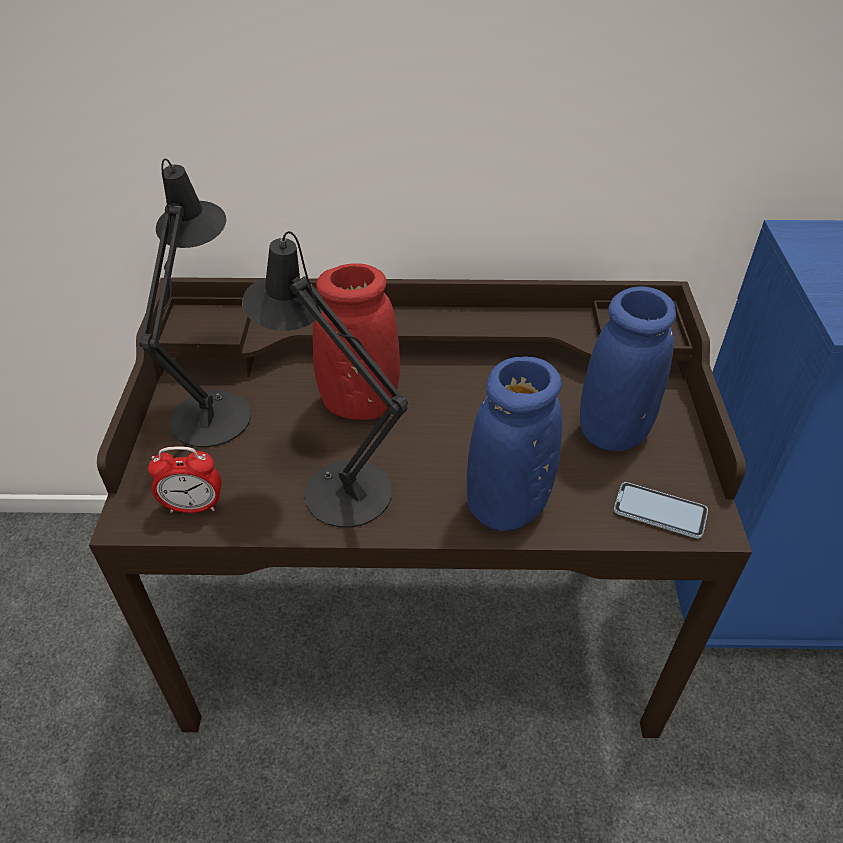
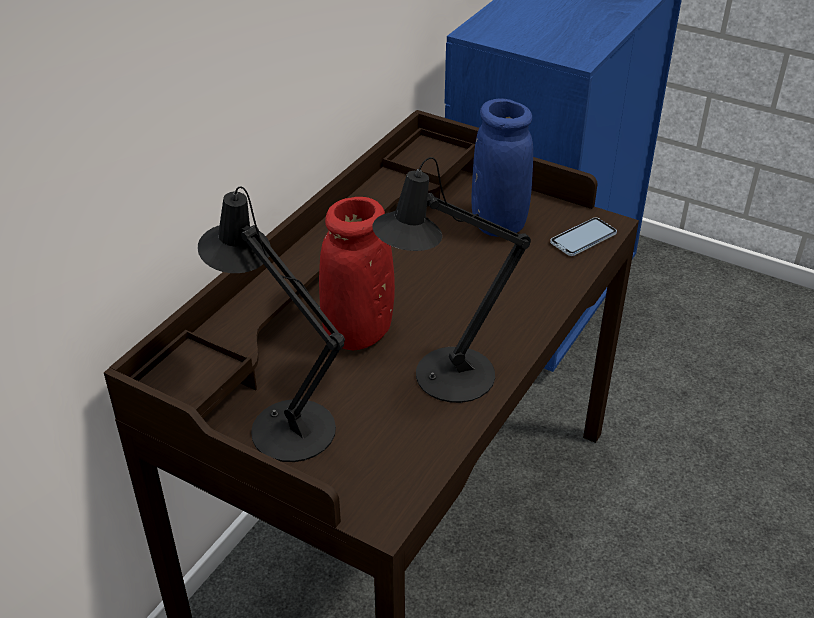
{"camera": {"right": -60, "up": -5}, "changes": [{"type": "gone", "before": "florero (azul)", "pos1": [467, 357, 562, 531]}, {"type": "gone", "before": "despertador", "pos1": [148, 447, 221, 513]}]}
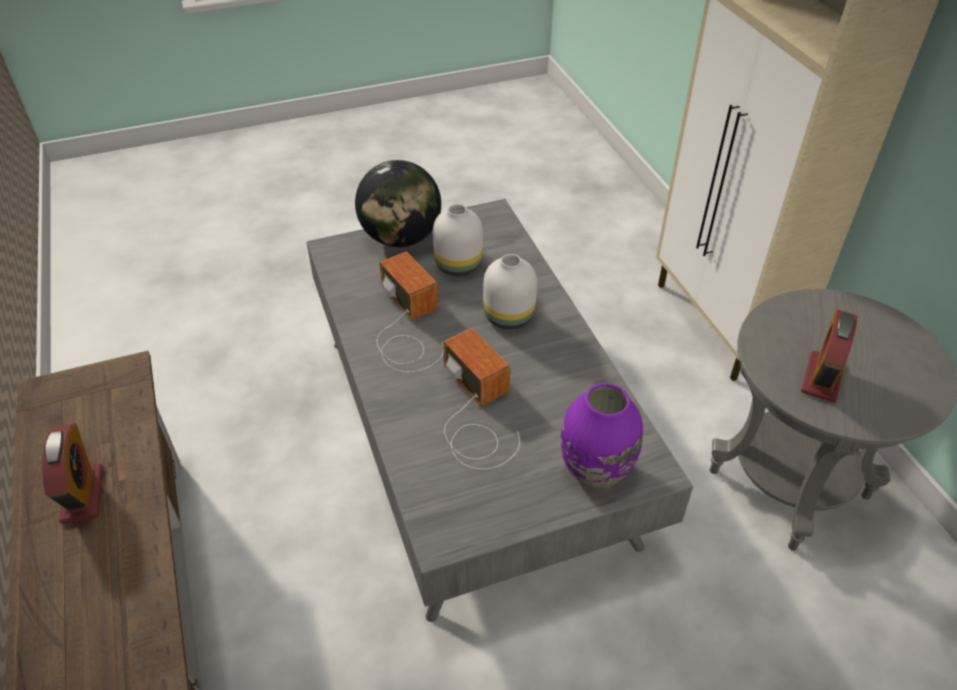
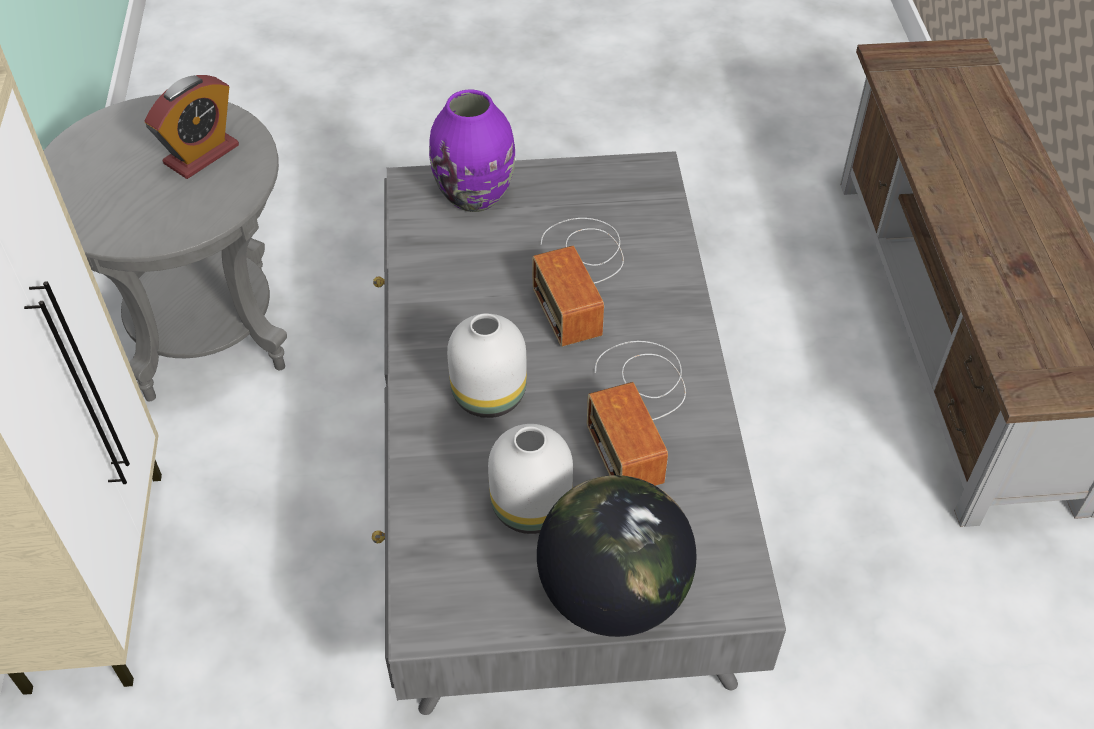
{"camera": {"right": -165, "up": 5}, "changes": [{"type": "gone", "before": "despertador", "pos1": [42, 423, 103, 524]}]}
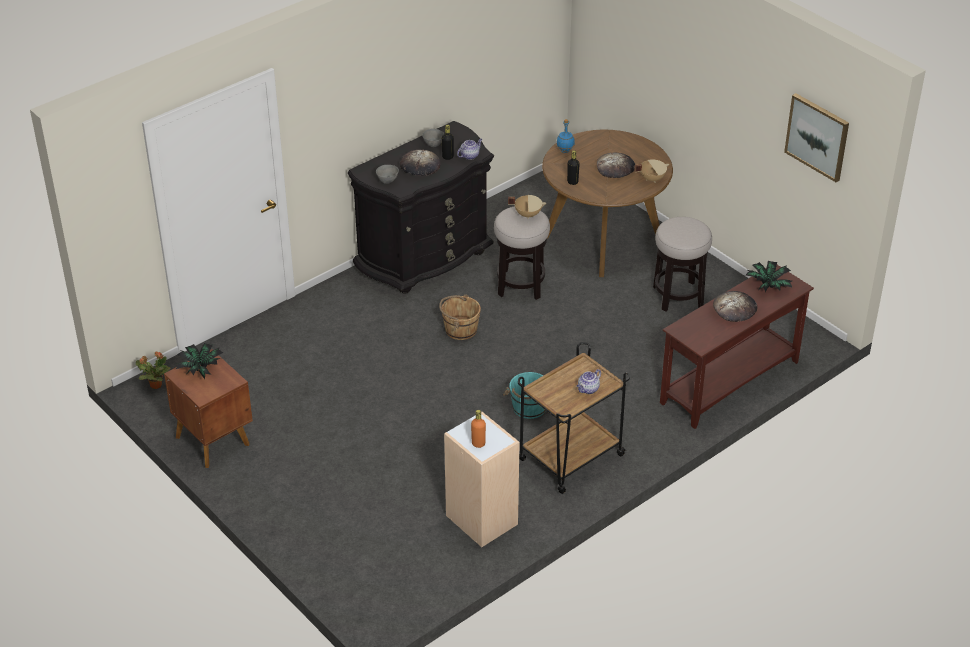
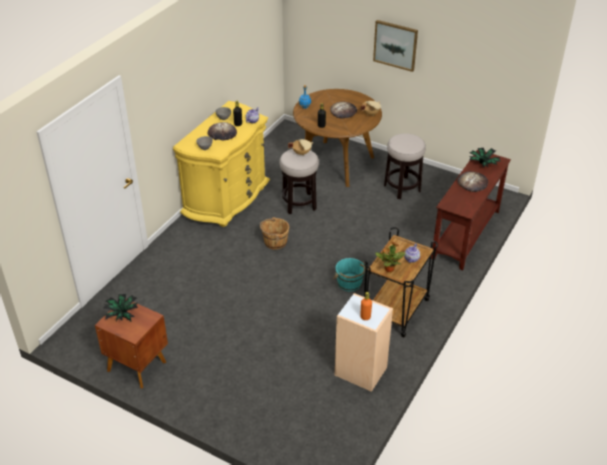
{"camera": {"right": -20, "up": 0}, "changes": [{"type": "shifted", "before": "cuadro", "pos1": [784, 93, 849, 182], "pos2": [373, 20, 418, 72]}, {"type": "repainted", "before": "cómoda (negro)", "after": "cómoda (amarillo)", "pos1": [348, 121, 494, 294], "pos2": [173, 101, 270, 227]}, {"type": "shifted", "before": "planta en maceta", "pos1": [136, 352, 170, 389], "pos2": [376, 242, 405, 272]}]}
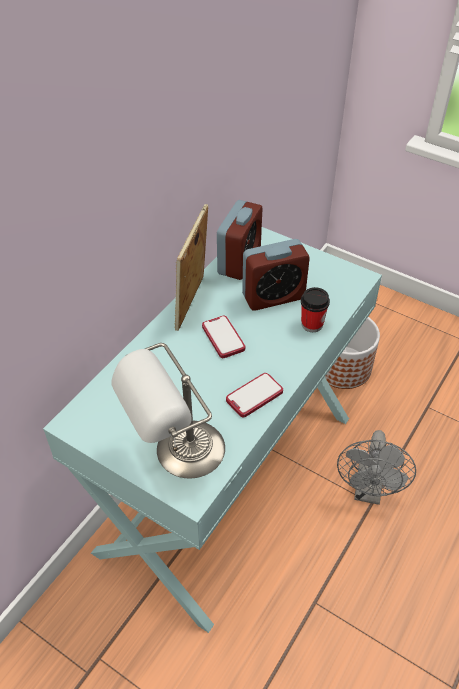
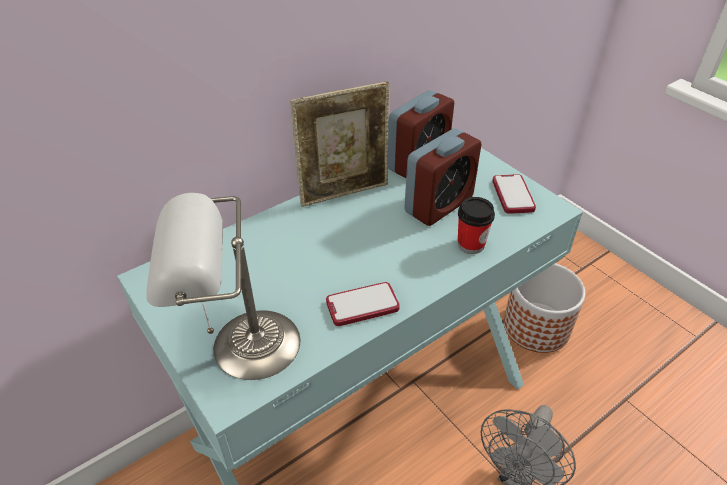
{"camera": {"right": 20, "up": -5}, "changes": [{"type": "rotated", "before": "portarretratos", "pos1": [174, 204, 208, 331], "pos2": [290, 82, 389, 207], "turn": -150}, {"type": "rotated", "before": "despertador", "pos1": [242, 239, 310, 311], "pos2": [404, 129, 482, 226], "turn": -45}, {"type": "shifted", "before": "móvil", "pos1": [202, 316, 245, 358], "pos2": [492, 174, 536, 214]}]}
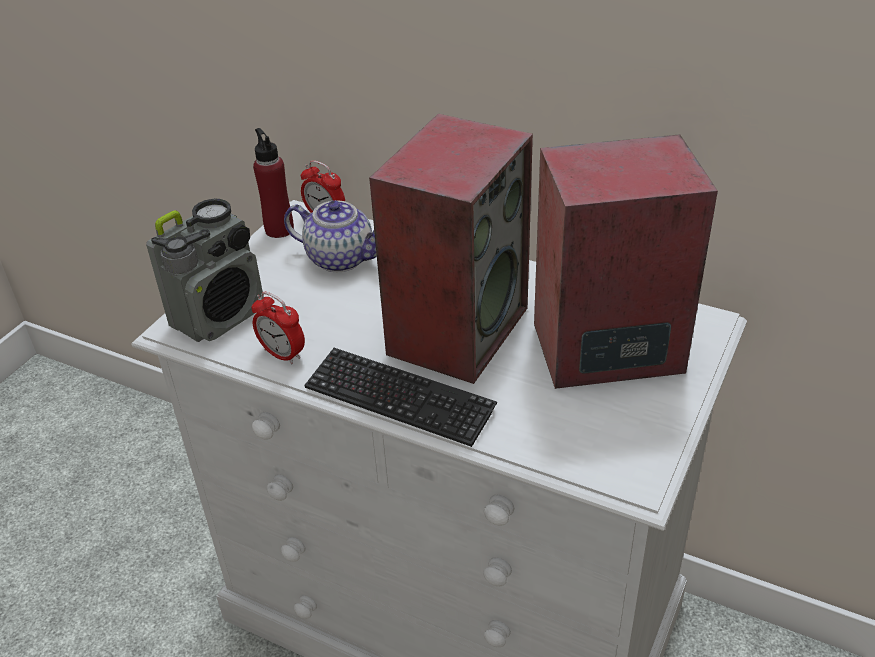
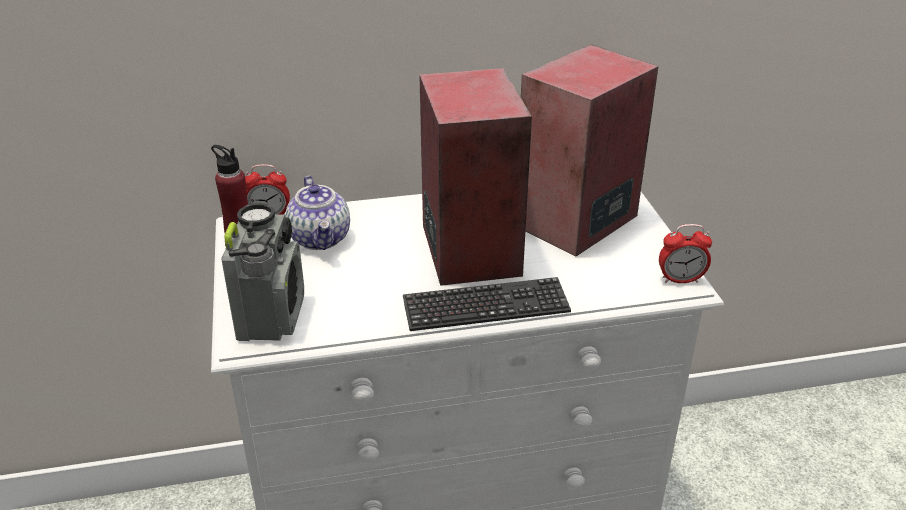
{"camera": {"right": -40, "up": -5}, "changes": [{"type": "rotated", "before": "tetera", "pos1": [284, 200, 377, 272], "pos2": [285, 176, 350, 250], "turn": 90}, {"type": "shifted", "before": "despertador", "pos1": [251, 292, 305, 364], "pos2": [659, 224, 712, 283]}]}
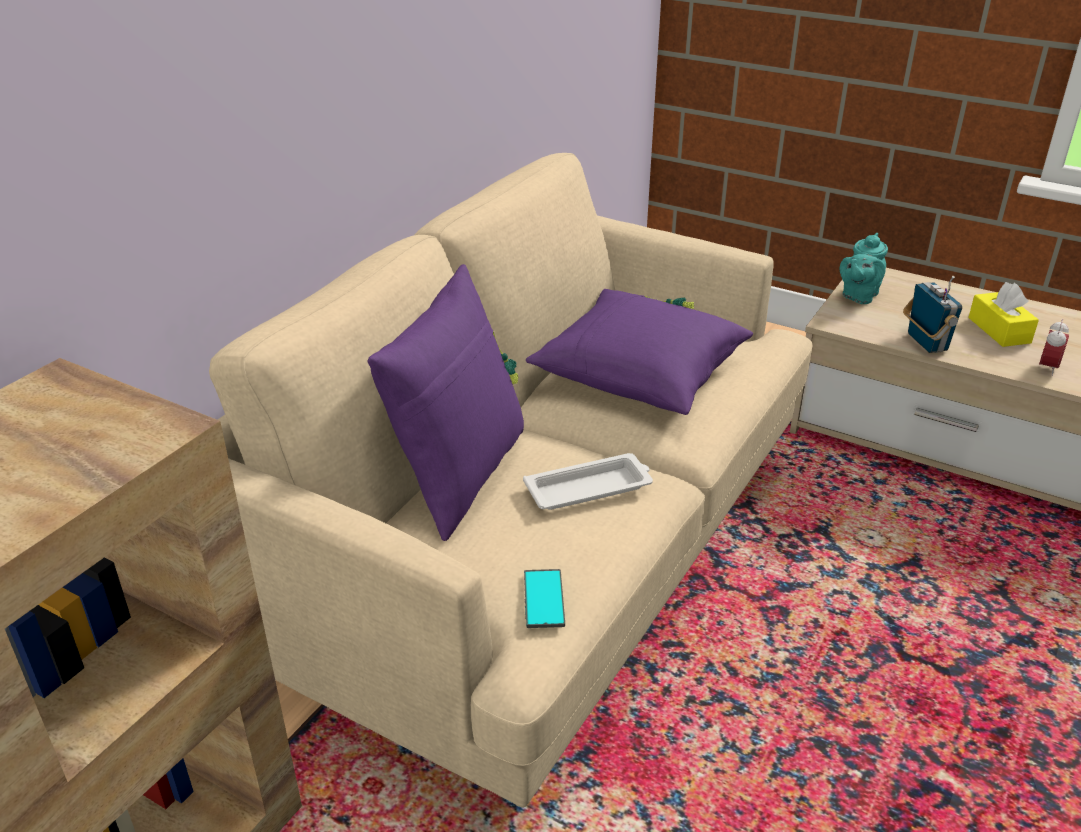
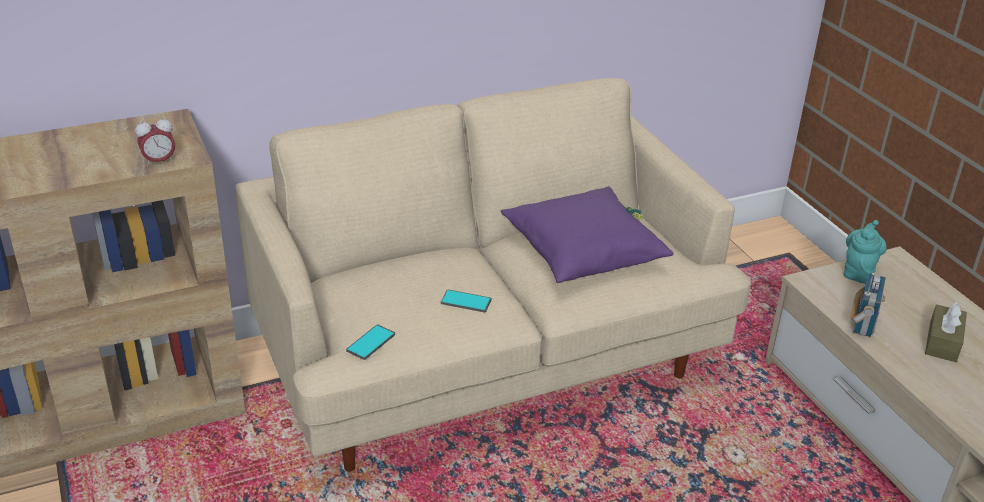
{"camera": {"right": 35, "up": 0}, "changes": [{"type": "rotated", "before": "tetera (turquesa)", "pos1": [839, 233, 888, 304], "pos2": [843, 220, 887, 284], "turn": 135}, {"type": "gone", "before": "cojín (morado)", "pos1": [367, 264, 524, 541]}, {"type": "repainted", "before": "caja de pañuelos (amarillo)", "after": "caja de pañuelos (marrón)", "pos1": [968, 282, 1039, 347], "pos2": [925, 302, 967, 362]}, {"type": "shifted", "before": "despertador", "pos1": [1039, 319, 1069, 376], "pos2": [135, 115, 175, 167]}, {"type": "swapped", "before": "bandeja (blanco)", "after": "móvil", "pos1": [523, 453, 653, 510], "pos2": [441, 290, 492, 312]}]}
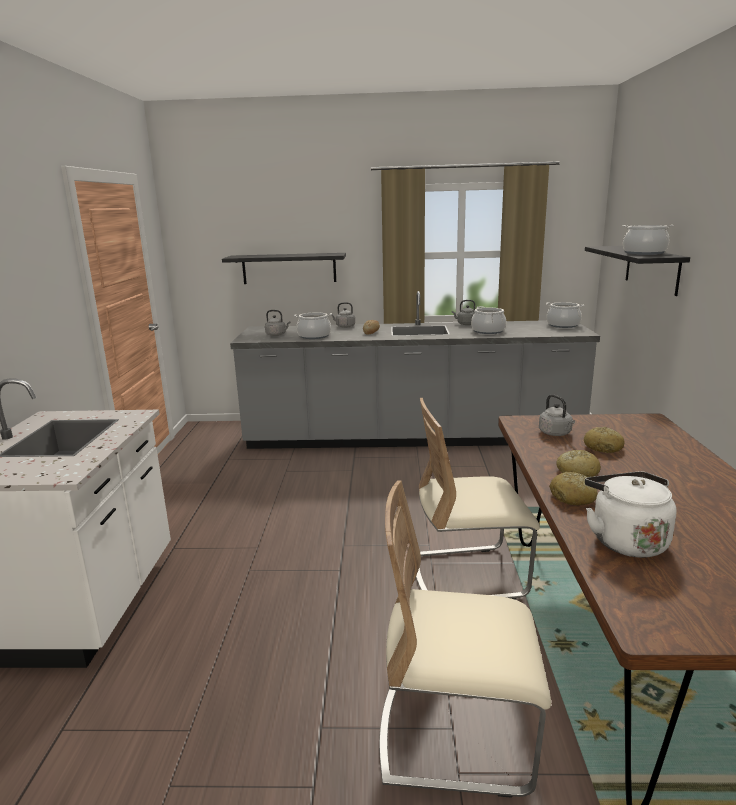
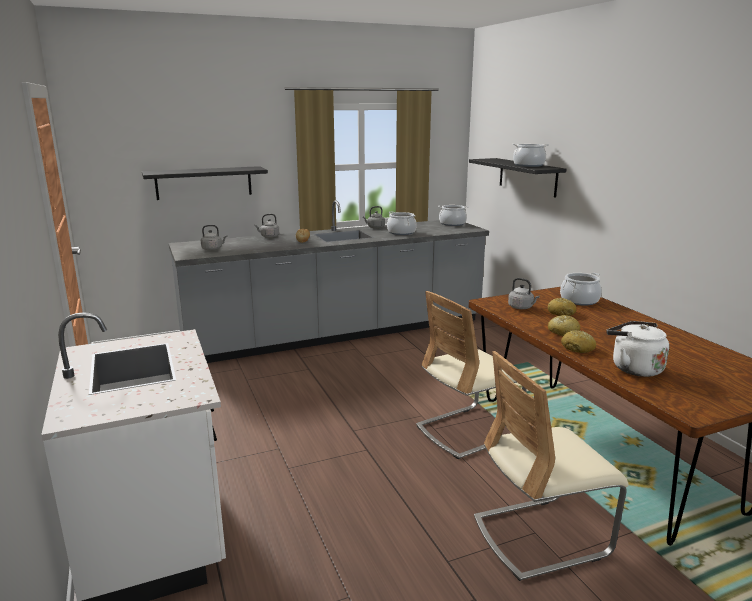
{"camera": {"right": -25, "up": 0}, "changes": [{"type": "shifted", "before": "olla", "pos1": [294, 312, 332, 339], "pos2": [560, 273, 602, 306]}]}
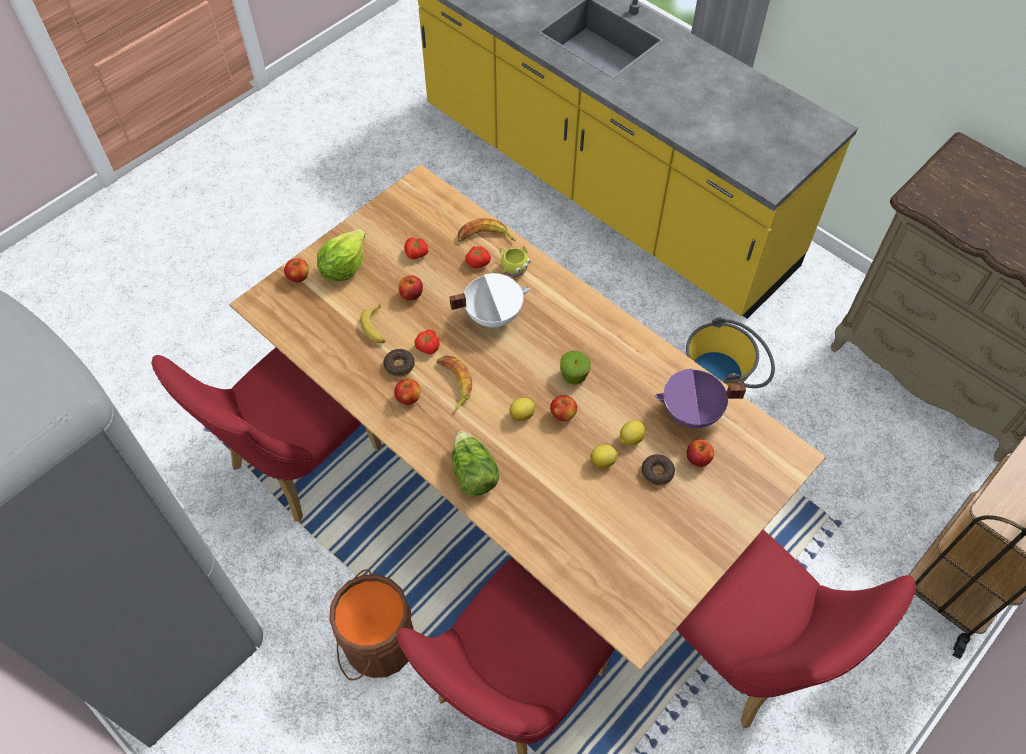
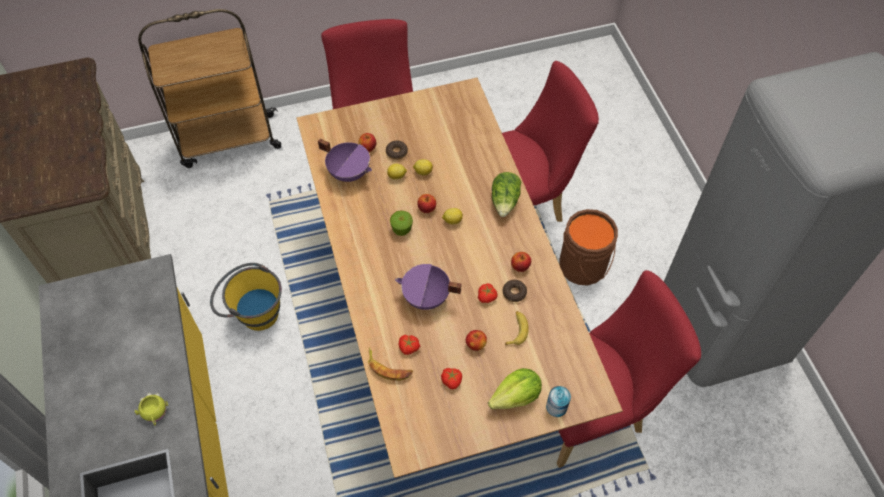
{"camera": {"right": -150, "up": 0}, "changes": [{"type": "shifted", "before": "taza grande (amarillo)", "pos1": [499, 246, 531, 277], "pos2": [135, 393, 168, 426]}, {"type": "swapped", "before": "manzana", "after": "lata", "pos1": [284, 258, 309, 282], "pos2": [546, 386, 571, 417]}, {"type": "repainted", "before": "olla (blanco)", "after": "olla (morado)", "pos1": [449, 273, 530, 327], "pos2": [395, 264, 461, 310]}, {"type": "gone", "before": "plátano", "pos1": [437, 356, 472, 411]}]}
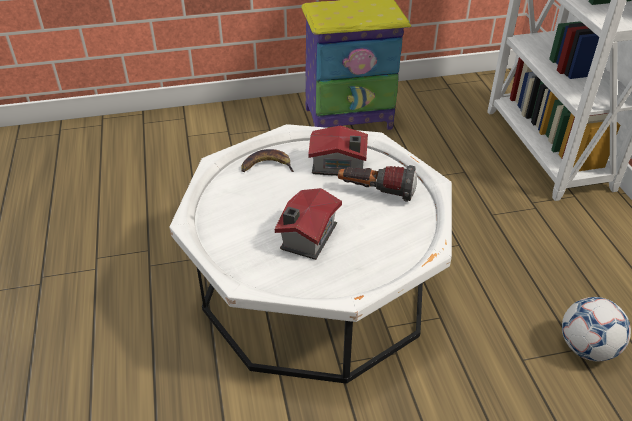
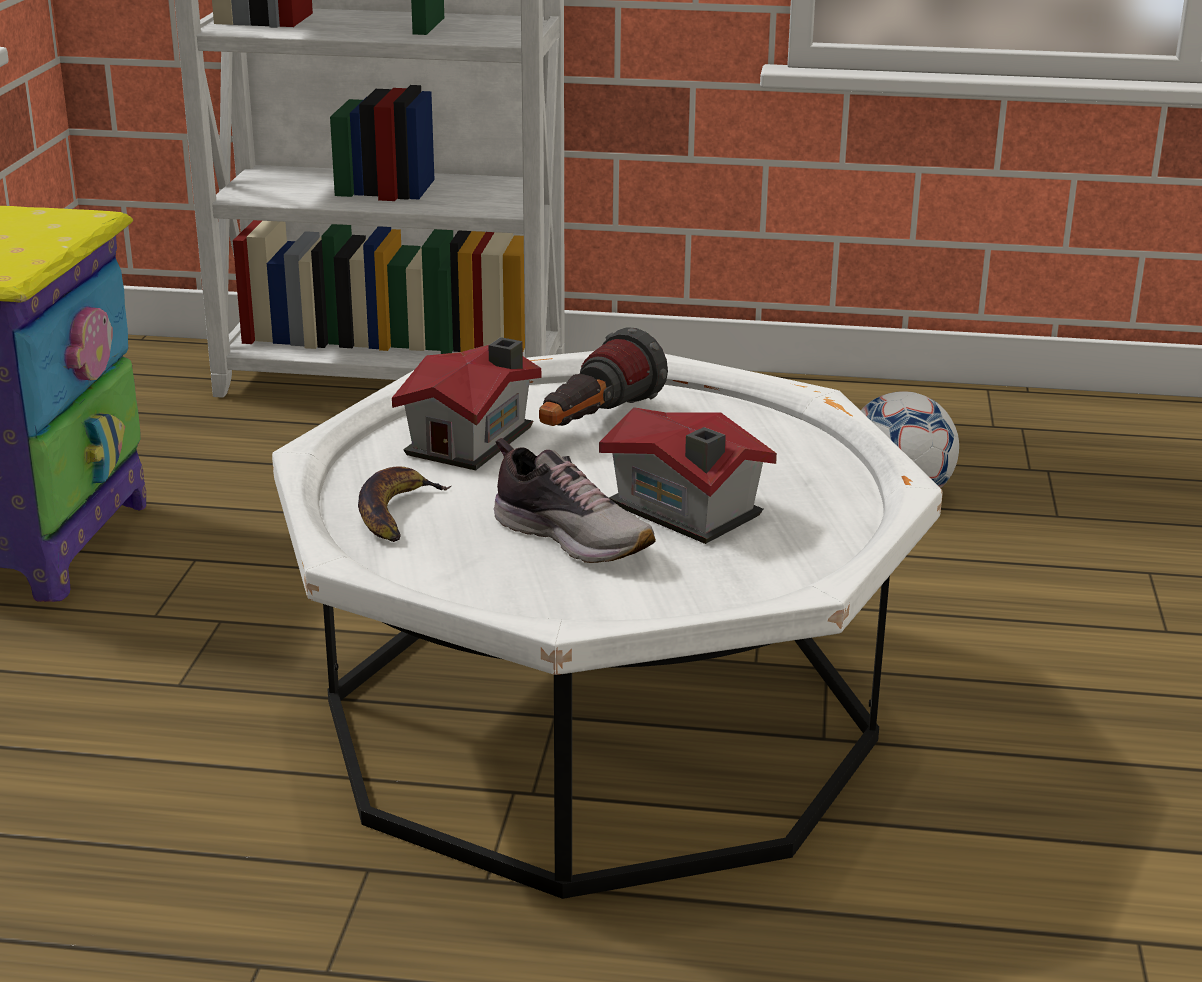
{"camera": {"right": -70, "up": -15}, "changes": [{"type": "new", "after": "zapato", "pos2": [494, 438, 656, 563]}]}
